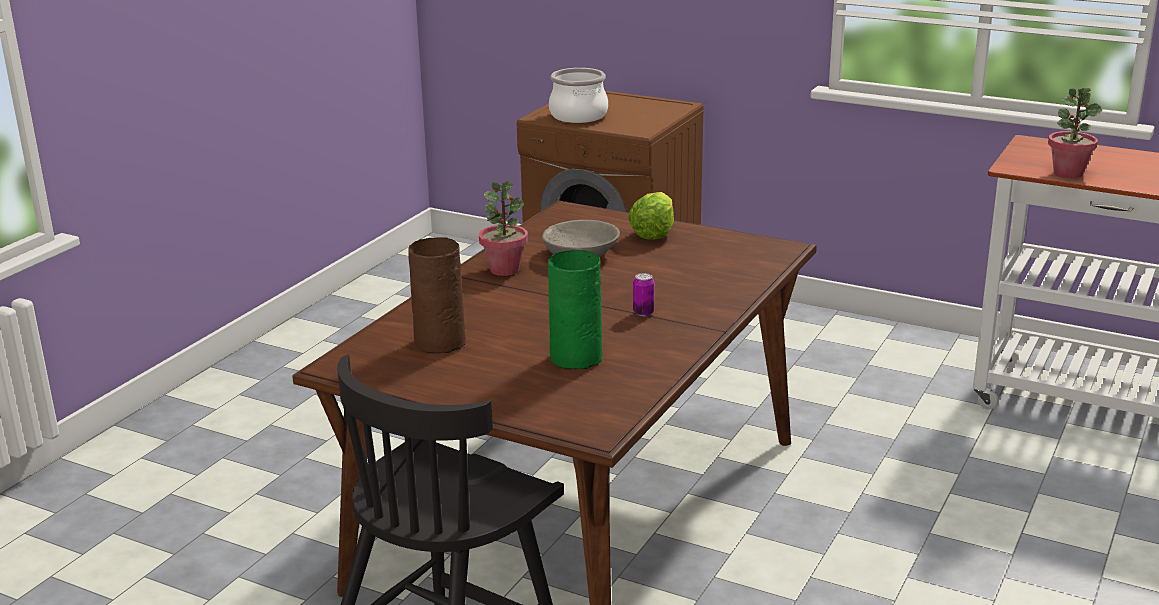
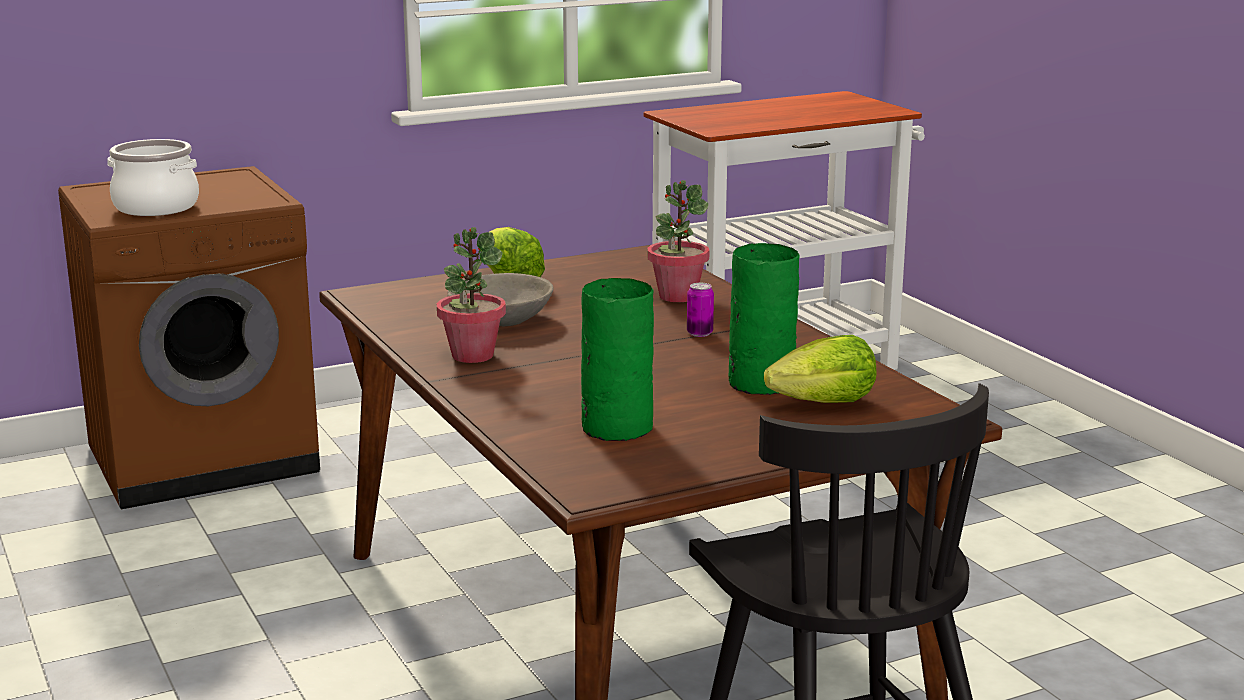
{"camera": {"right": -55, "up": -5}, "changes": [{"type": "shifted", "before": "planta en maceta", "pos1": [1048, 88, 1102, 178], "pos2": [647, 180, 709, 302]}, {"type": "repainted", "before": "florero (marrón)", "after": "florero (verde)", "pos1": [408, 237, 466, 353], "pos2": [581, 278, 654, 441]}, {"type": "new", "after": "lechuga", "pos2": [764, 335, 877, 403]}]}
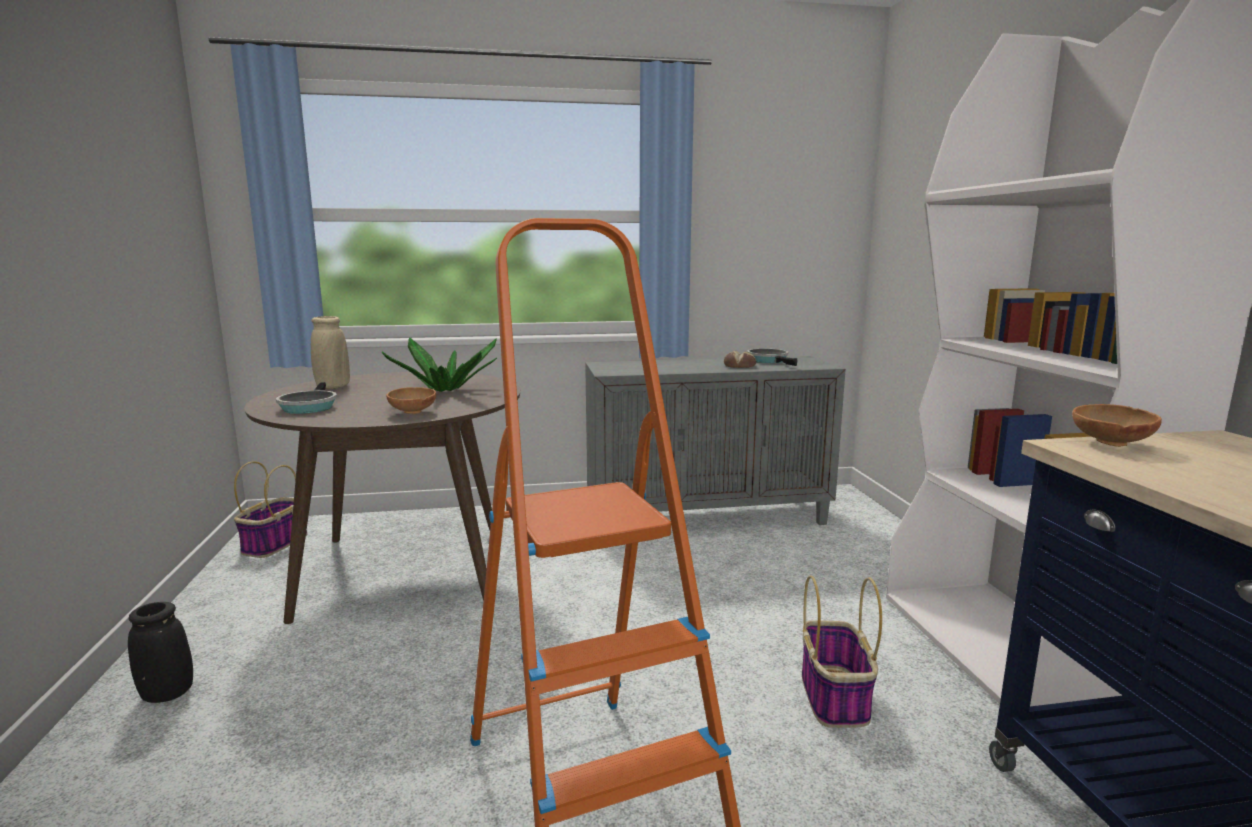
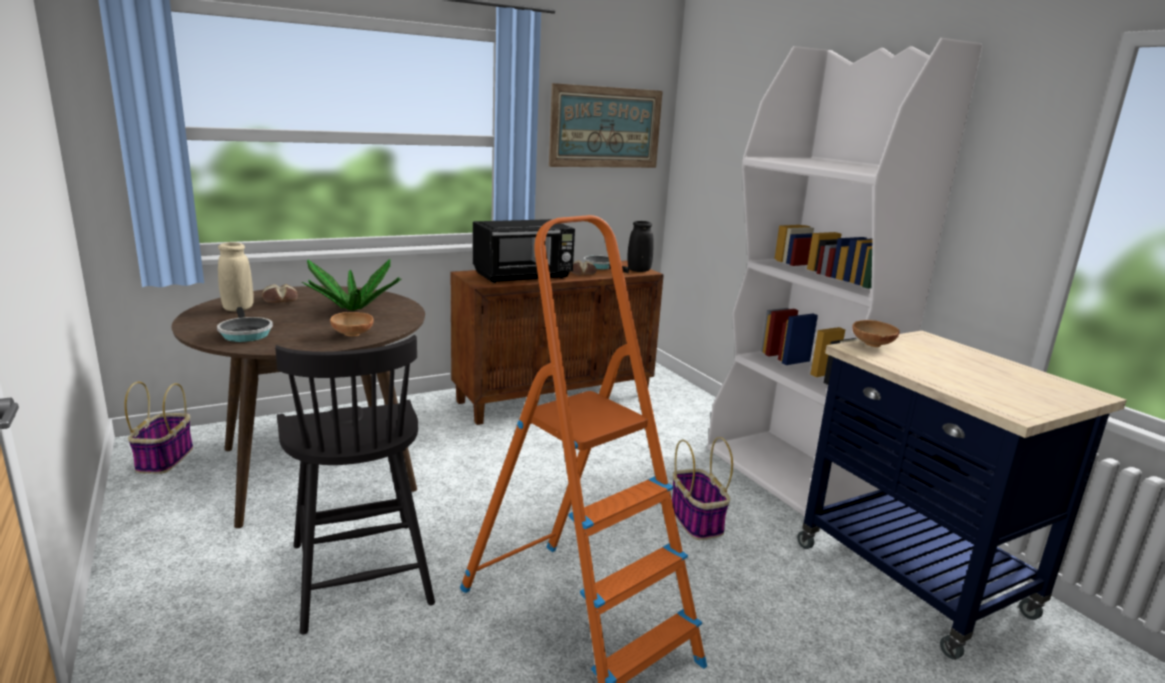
{"camera": {"right": -20, "up": 5}, "changes": [{"type": "repainted", "before": "armario (gris)", "after": "armario (marrón)", "pos1": [585, 356, 846, 525], "pos2": [451, 260, 664, 425]}, {"type": "shifted", "before": "florero (negro)", "pos1": [128, 602, 193, 703], "pos2": [627, 221, 653, 272]}, {"type": "new", "after": "cuadro", "pos2": [549, 83, 663, 168]}, {"type": "new", "after": "microondas (negro)", "pos2": [473, 219, 575, 283]}, {"type": "new", "after": "pan", "pos2": [262, 284, 298, 303]}, {"type": "new", "after": "silla (negro)", "pos2": [275, 335, 435, 635]}]}
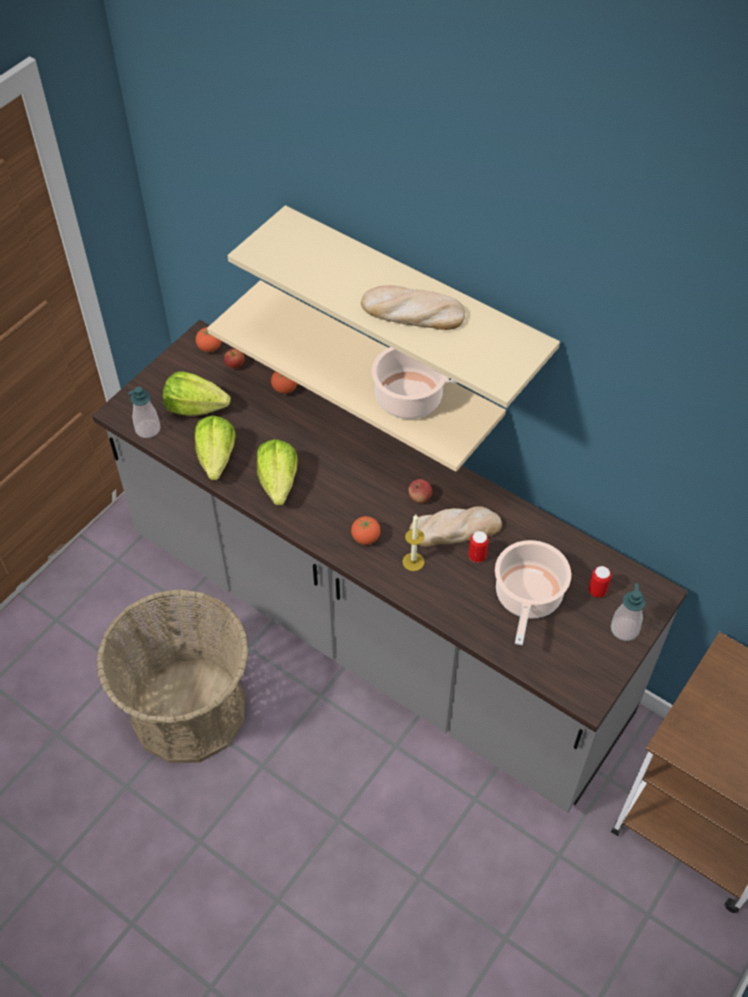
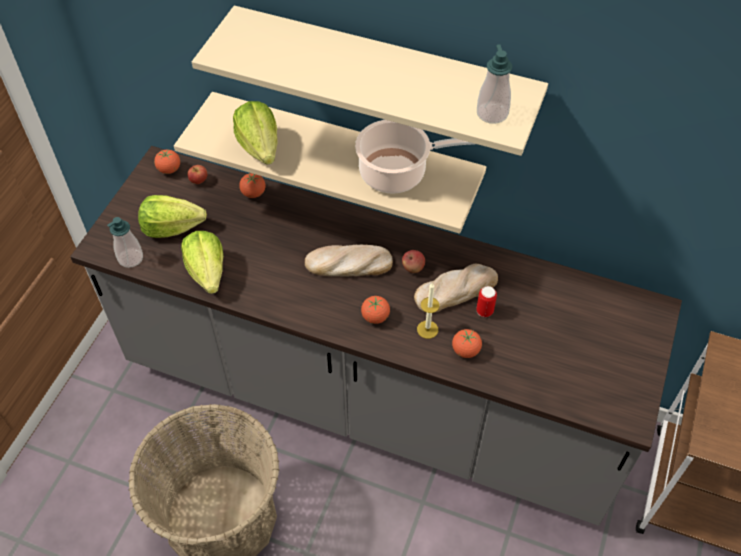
{"camera": {"right": -15, "up": 0}, "changes": [{"type": "shifted", "before": "pan", "pos1": [361, 285, 465, 330], "pos2": [305, 245, 393, 277]}, {"type": "shifted", "before": "lechuga", "pos1": [257, 439, 298, 505], "pos2": [233, 101, 278, 164]}, {"type": "gone", "before": "olla", "pos1": [495, 540, 571, 645]}, {"type": "gone", "before": "lata", "pos1": [588, 566, 611, 598]}, {"type": "shifted", "before": "dispensador de jabón", "pos1": [611, 583, 646, 641], "pos2": [477, 45, 512, 124]}, {"type": "new", "after": "tomate", "pos2": [452, 329, 482, 358]}]}
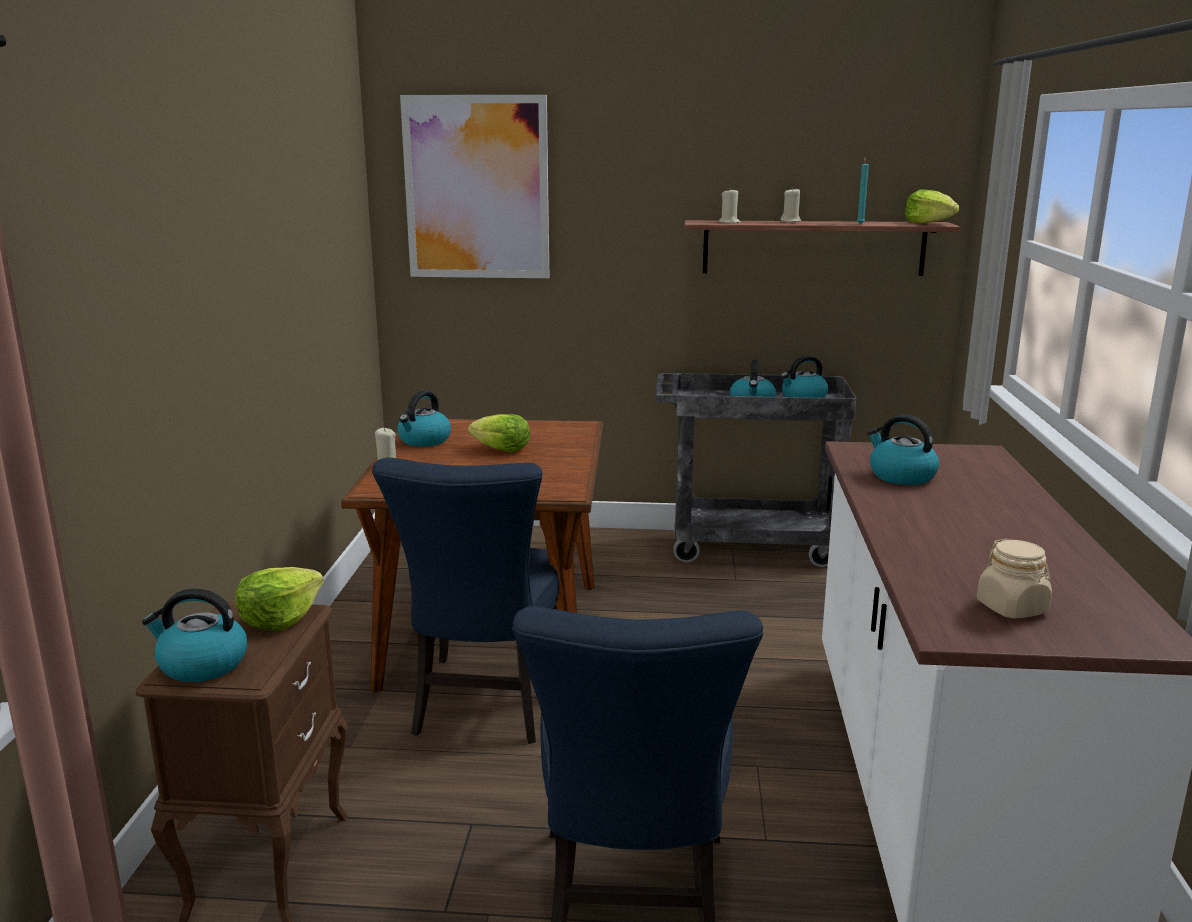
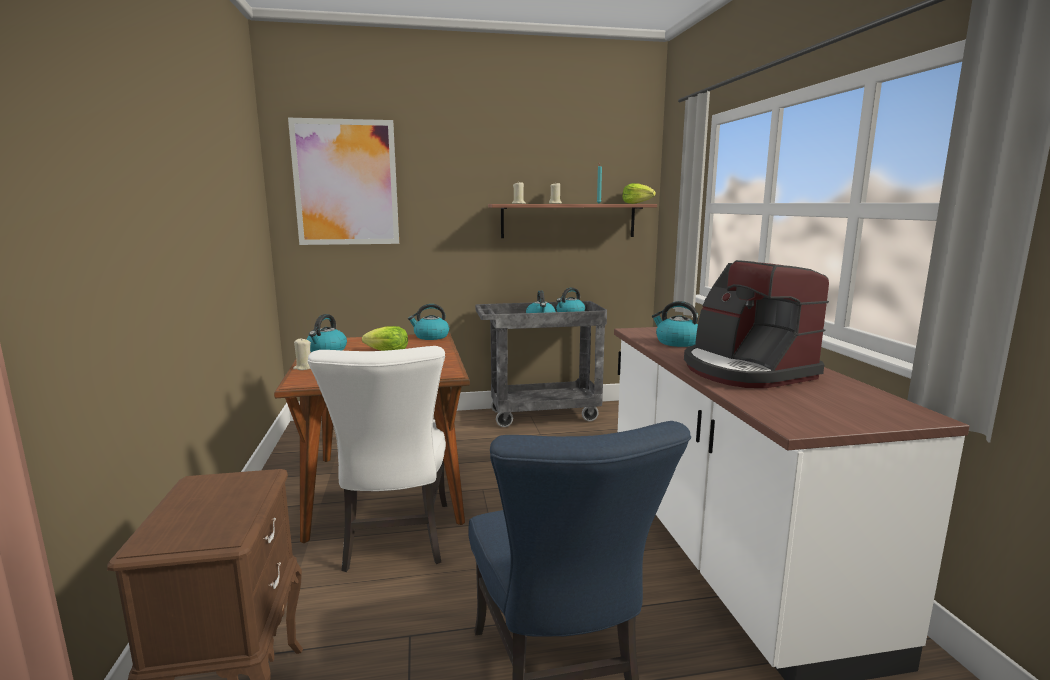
{"camera": {"right": -15, "up": -5}, "changes": [{"type": "repainted", "before": "silla (azul)", "after": "silla (blanco)", "pos1": [372, 457, 560, 744], "pos2": [307, 346, 447, 572]}, {"type": "gone", "before": "tarro (beis)", "pos1": [977, 539, 1052, 619]}, {"type": "gone", "before": "lechuga", "pos1": [236, 567, 324, 631]}, {"type": "shifted", "before": "hervidor", "pos1": [142, 588, 247, 682], "pos2": [408, 304, 449, 340]}, {"type": "new", "after": "cafetera", "pos2": [684, 260, 829, 388]}]}
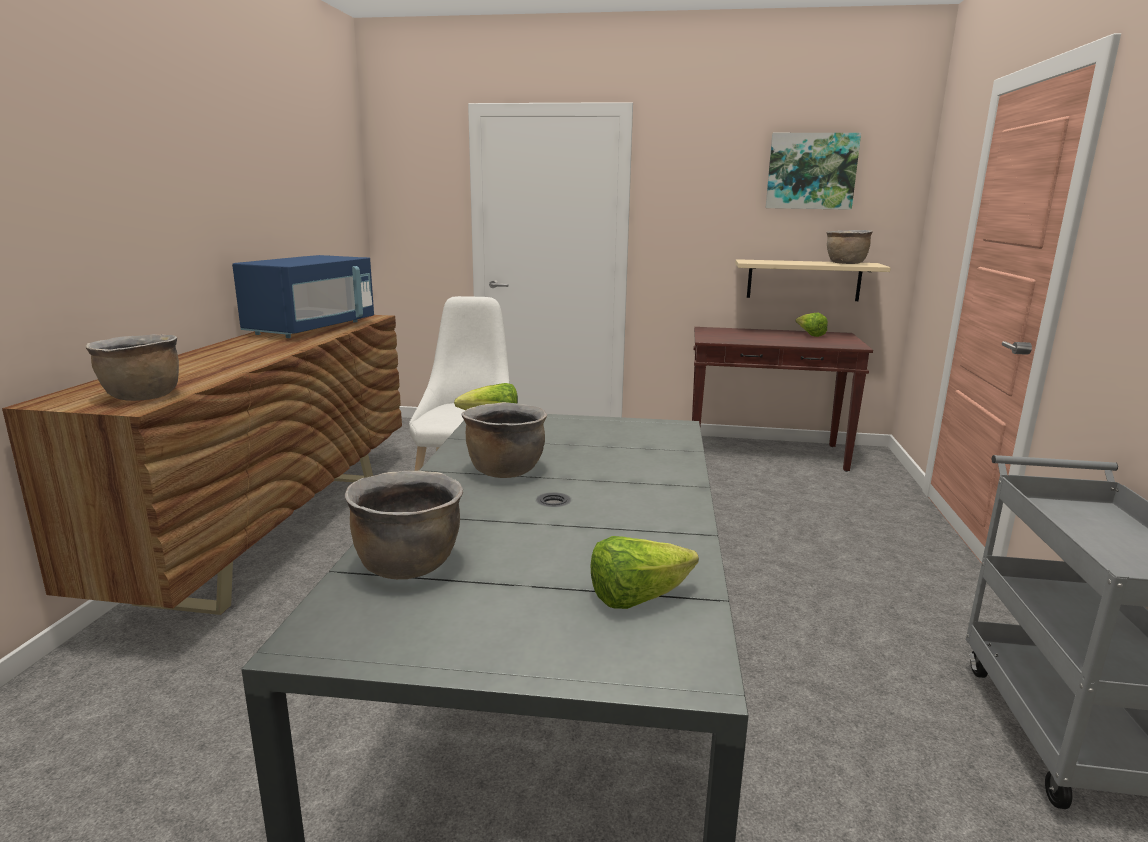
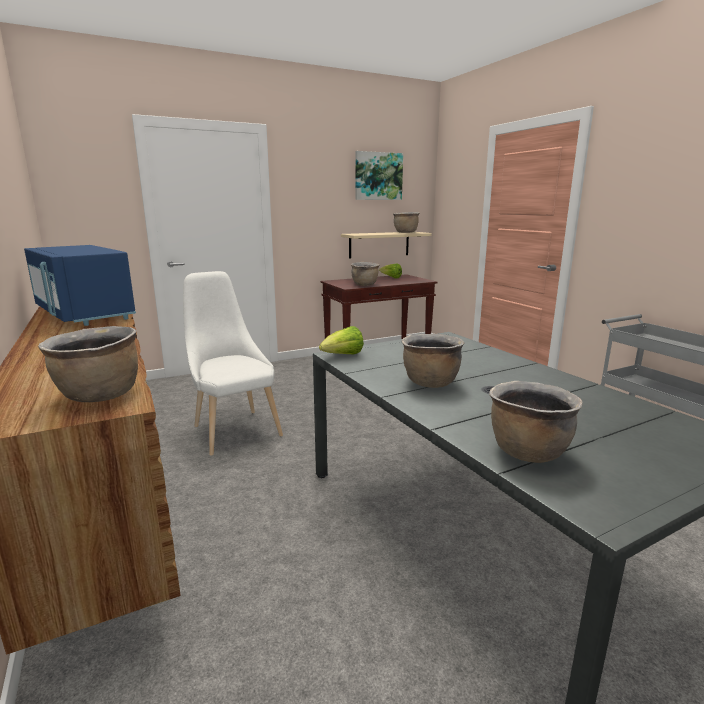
{"camera": {"right": -35, "up": 0}, "changes": [{"type": "rotated", "before": "microondas (azul)", "pos1": [232, 255, 374, 338], "pos2": [24, 245, 136, 326], "turn": 150}, {"type": "gone", "before": "lechuga", "pos1": [591, 536, 699, 609]}, {"type": "new", "after": "olla (marrón)", "pos2": [351, 262, 379, 286]}]}
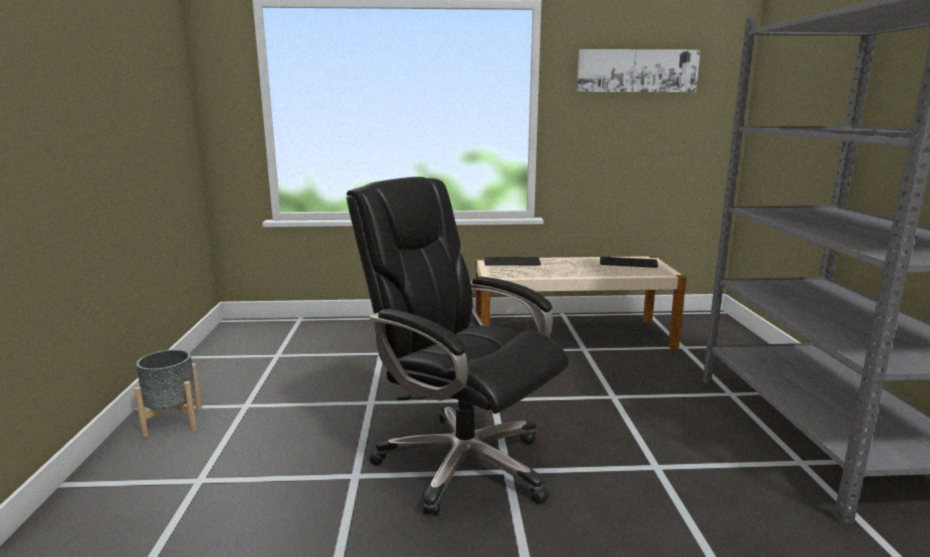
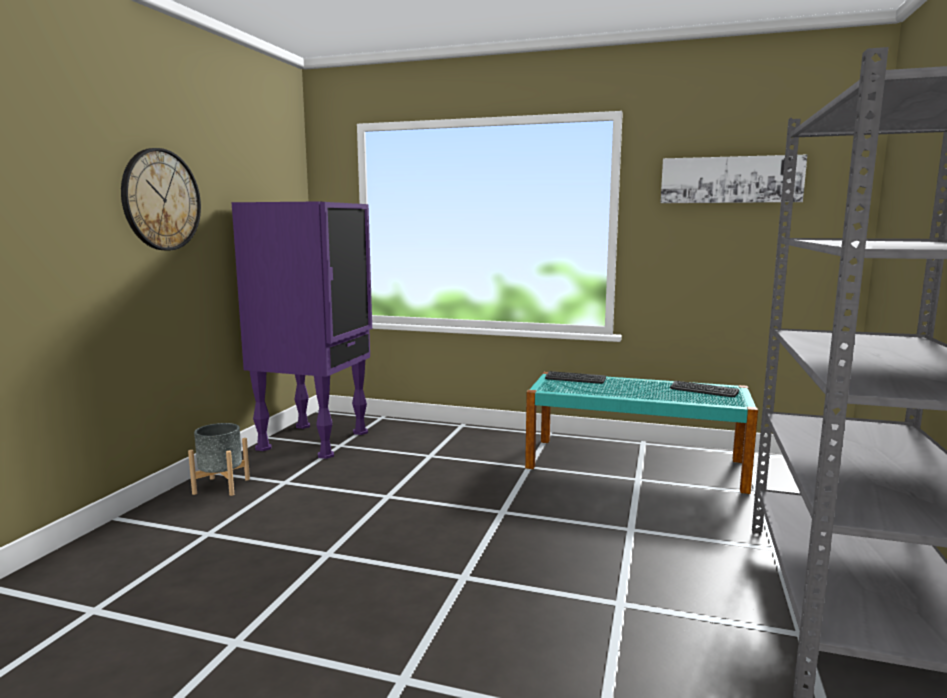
{"camera": {"right": 20, "up": -5}, "changes": [{"type": "gone", "before": "silla de oficina (negro)", "pos1": [346, 177, 569, 516]}, {"type": "repainted", "before": "banco (beis)", "after": "banco (turquesa)", "pos1": [476, 256, 686, 350], "pos2": [525, 372, 758, 494]}, {"type": "new", "after": "reloj de pared", "pos2": [121, 148, 201, 250]}, {"type": "new", "after": "armario (morado)", "pos2": [232, 201, 372, 459]}]}
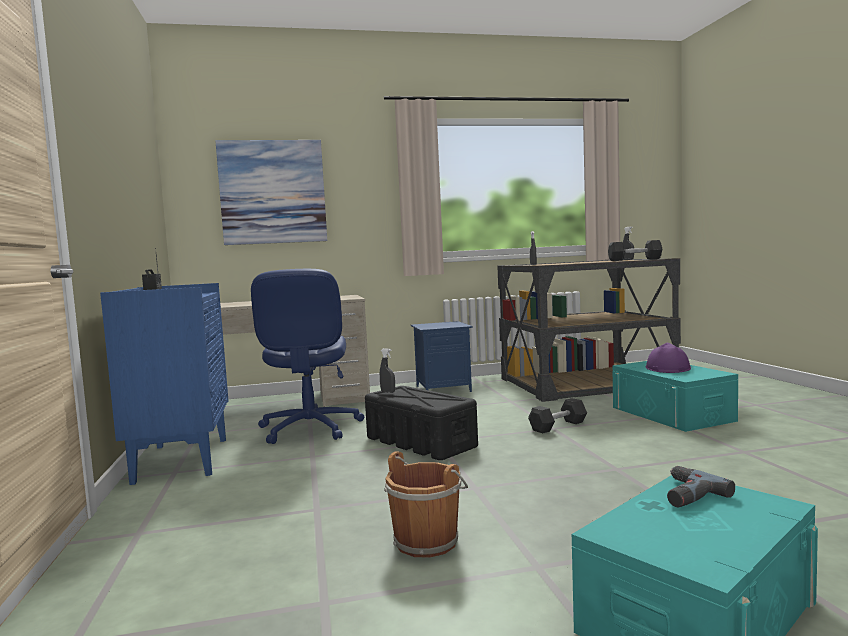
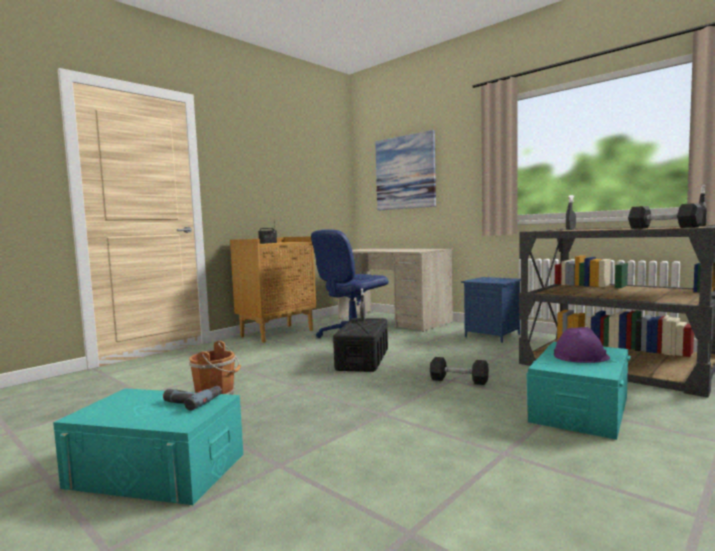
{"camera": {"right": 55, "up": 0}, "changes": [{"type": "repainted", "before": "armario (azul)", "after": "armario (marrón)", "pos1": [100, 283, 229, 485], "pos2": [230, 236, 316, 343]}]}
